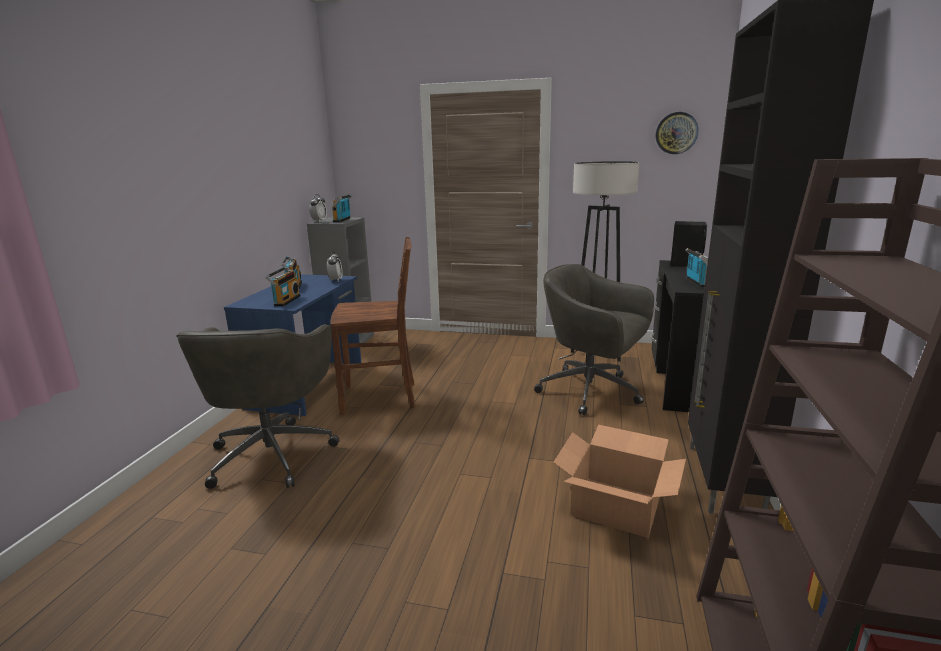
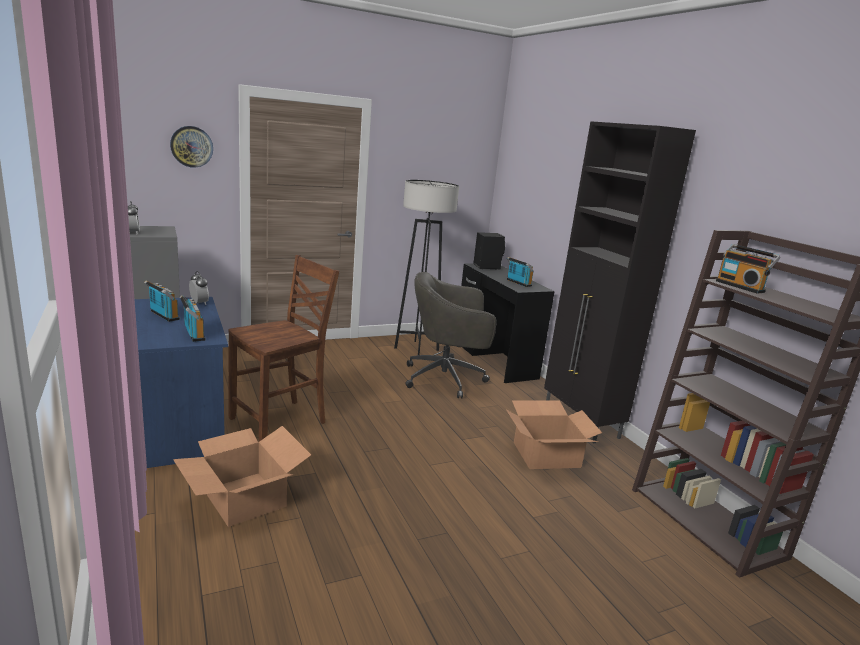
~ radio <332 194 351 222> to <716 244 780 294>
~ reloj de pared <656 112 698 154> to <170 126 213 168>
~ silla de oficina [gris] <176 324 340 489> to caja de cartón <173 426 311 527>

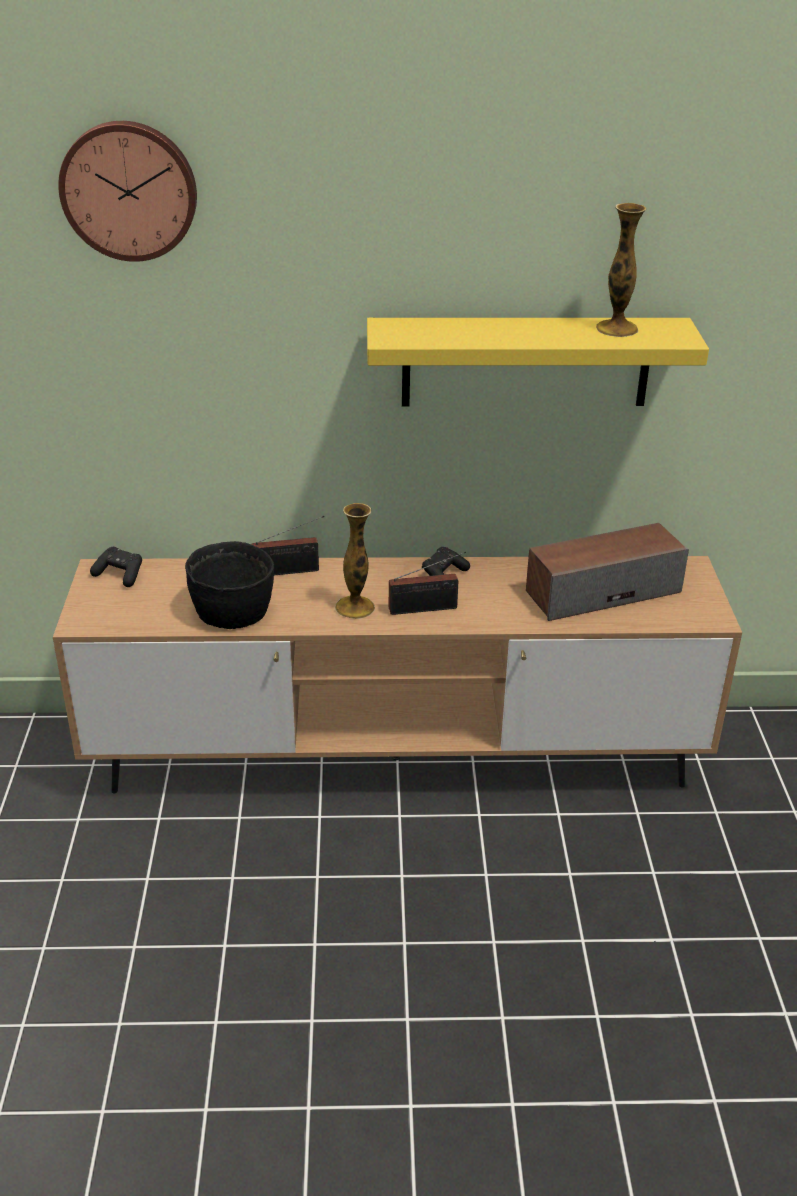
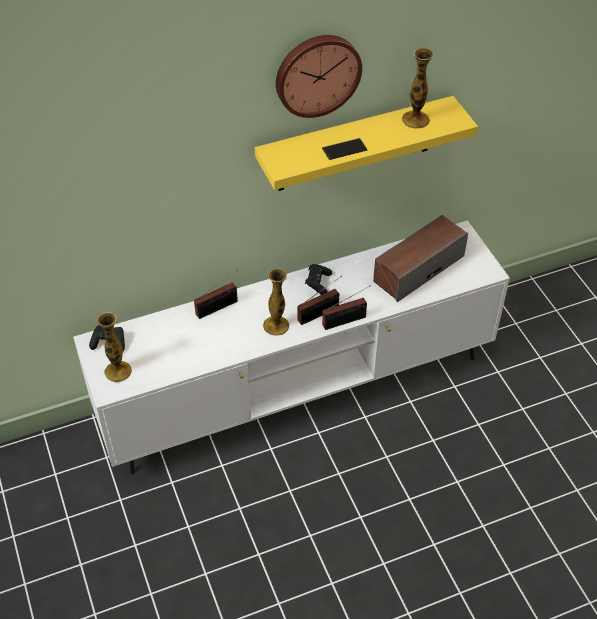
- cuenco [negro] <185 541 274 629>
+ florero <97 312 132 382>
+ móvil <322 138 367 160>
+ radio <322 285 371 330>
~ reloj de pared <58 121 197 262> to <276 35 362 118>
~ mueble de televisión [marrón] <53 556 742 794> to mueble de televisión [blanco] <73 220 510 474>

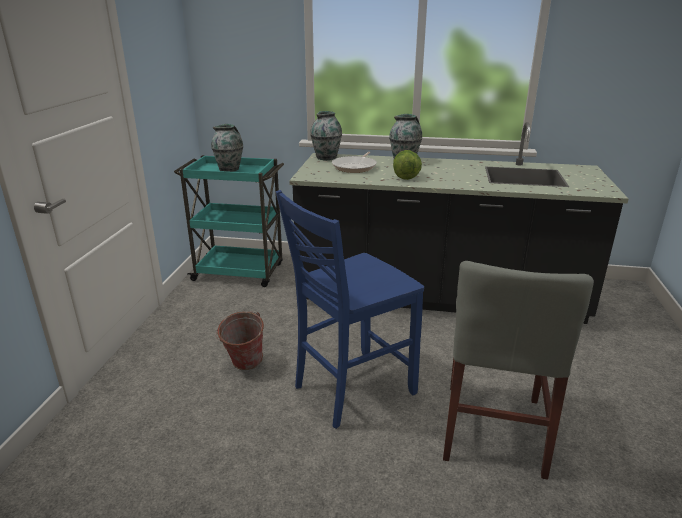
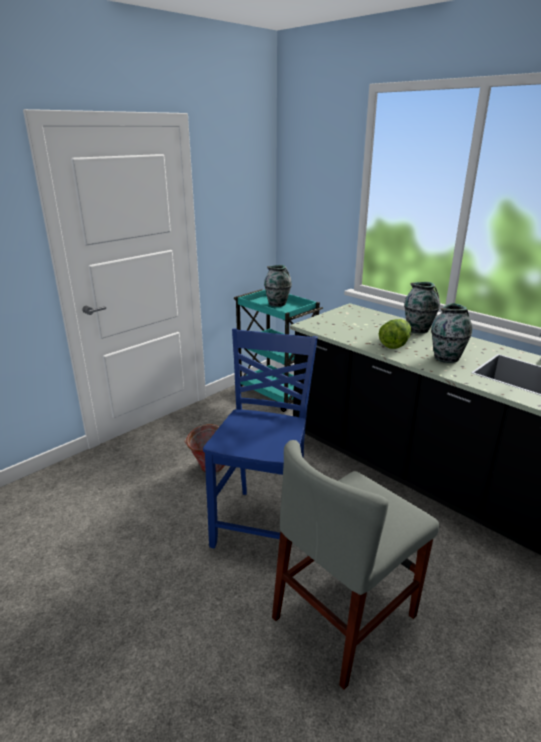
- sartén <332 152 377 173>
~ florero <310 111 342 160> to <431 303 472 363>
~ silla [azul] <276 190 424 429> = <203 328 318 548> 105 degrees clockwise

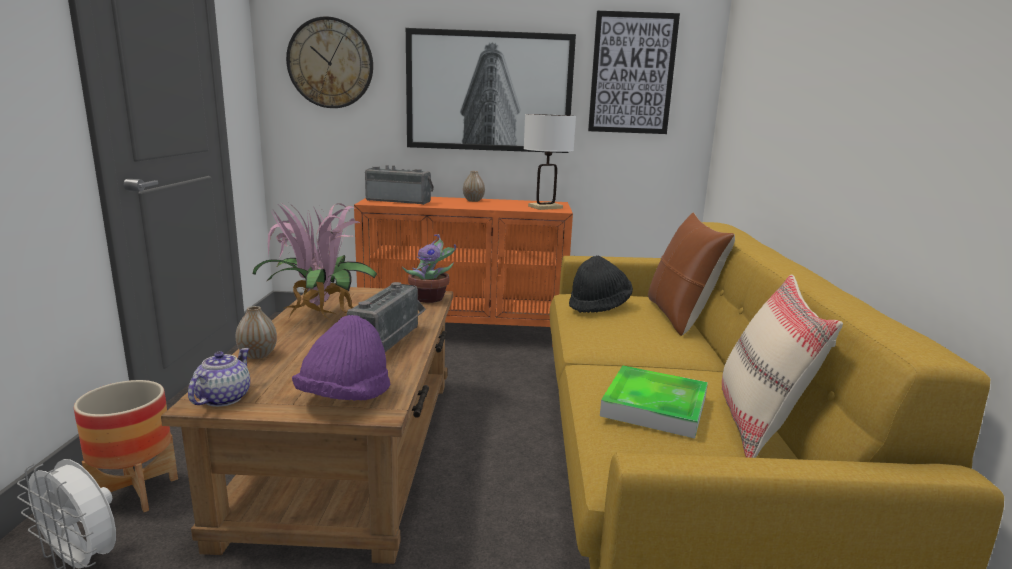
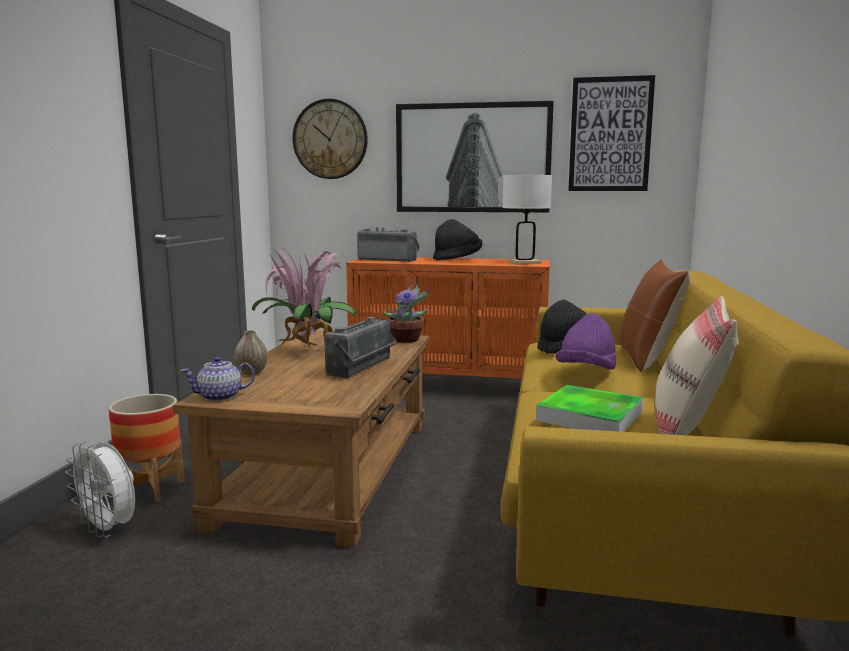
~ sombrero [morado] <292 315 390 401> to <555 313 616 370>
~ florero <463 171 485 202> to sombrero [negro] <433 219 482 260>
~ tetera <188 348 250 407> = <181 357 255 401> 135 degrees counterclockwise

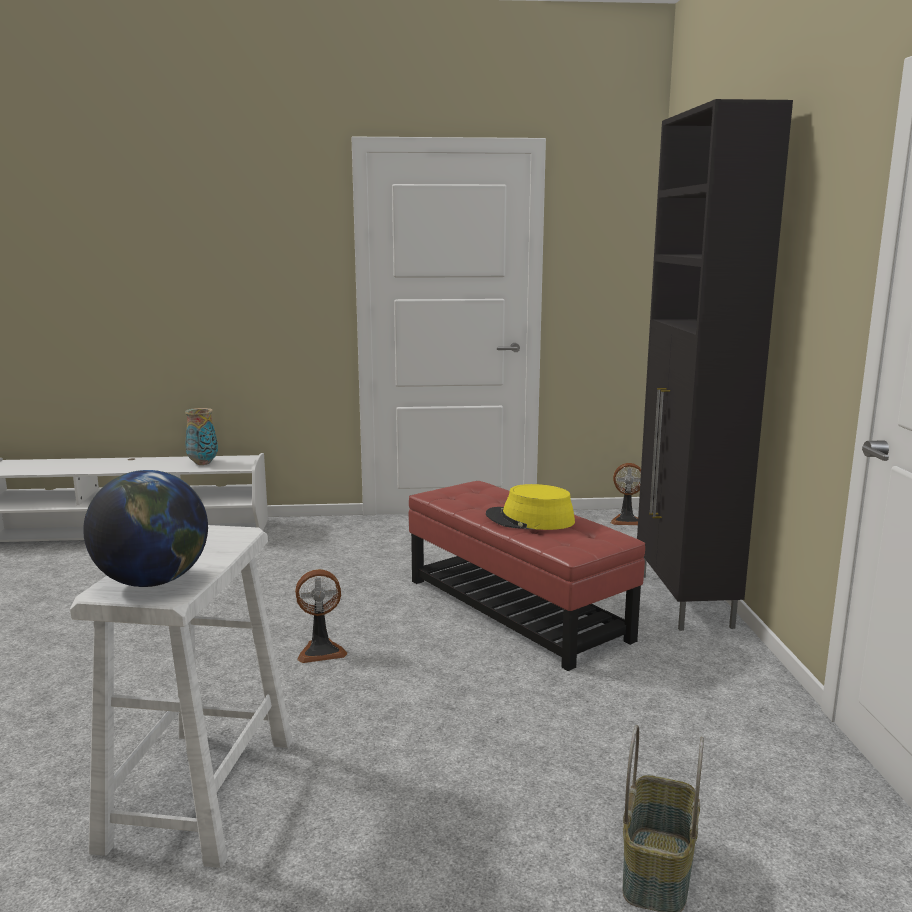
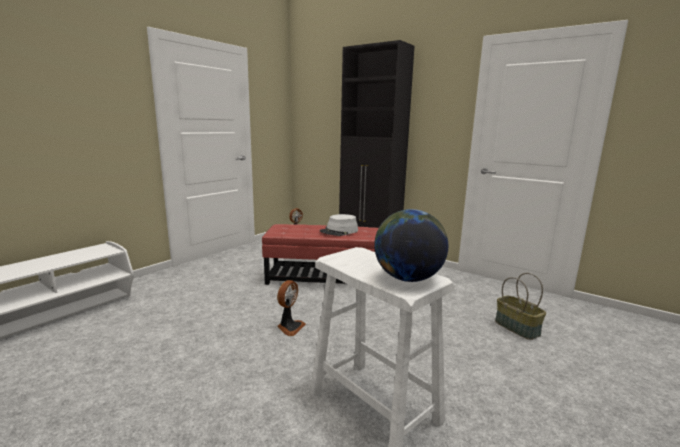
- florero <185 408 218 465>
~ sombrero [amarillo] <486 484 575 530> to sombrero [gris] <320 214 358 236>

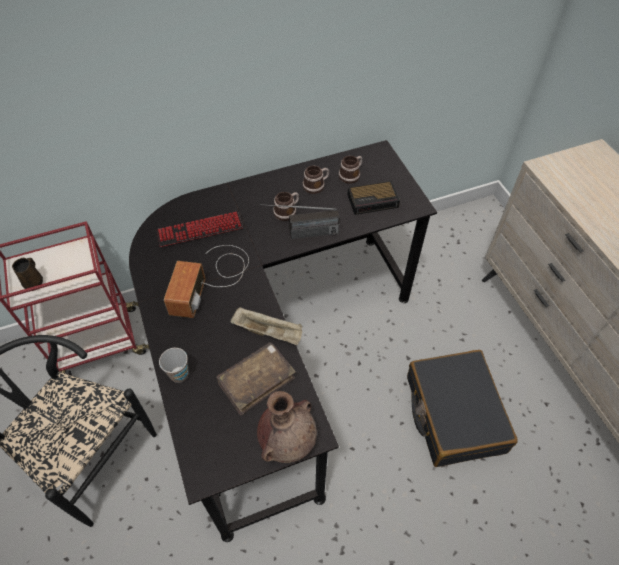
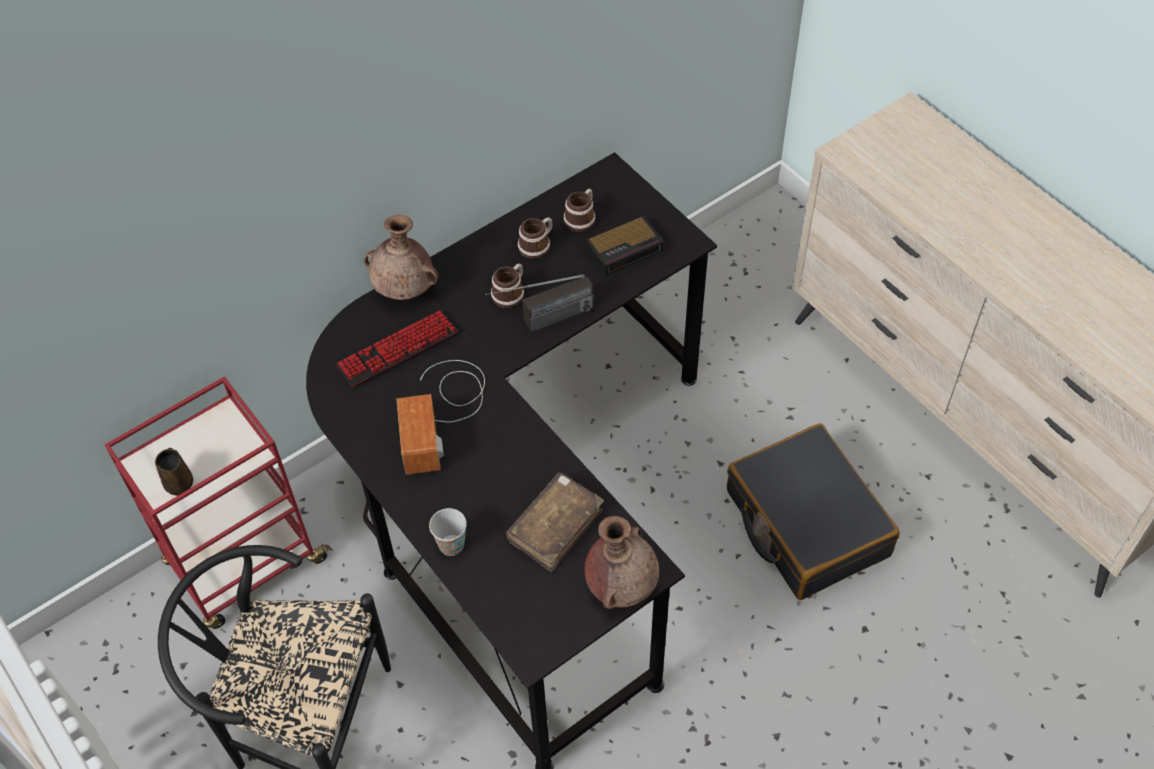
- bandeja [beis] <230 307 303 345>
+ florero [marrón] <364 215 439 300>

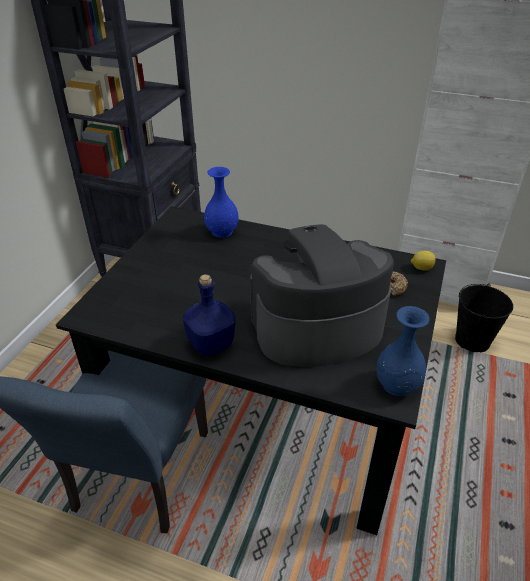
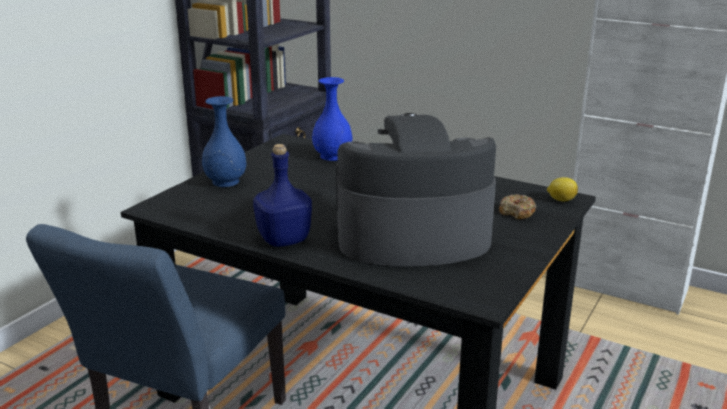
- cubo [negro] <455 284 513 352>
~ florero [azul] <376 306 430 396> to <202 96 246 187>

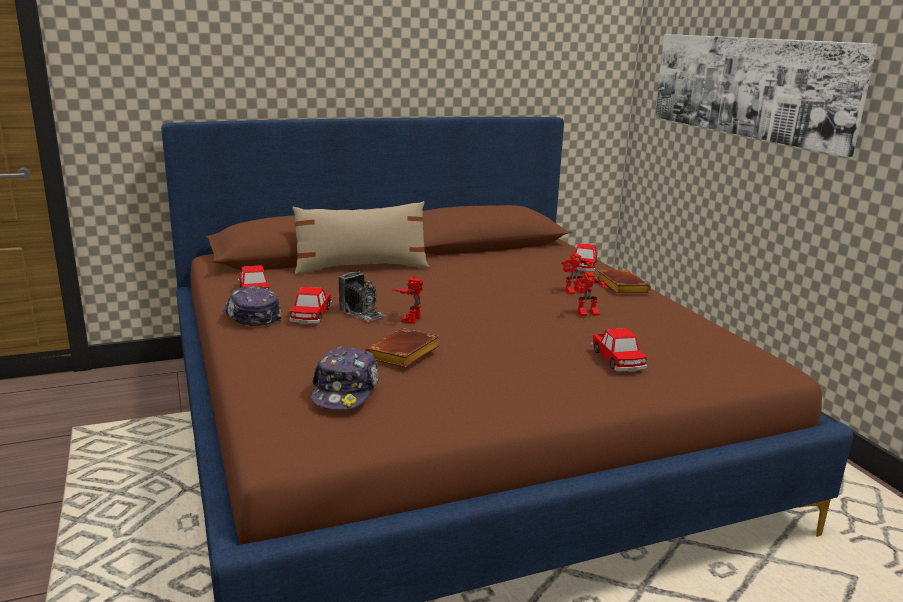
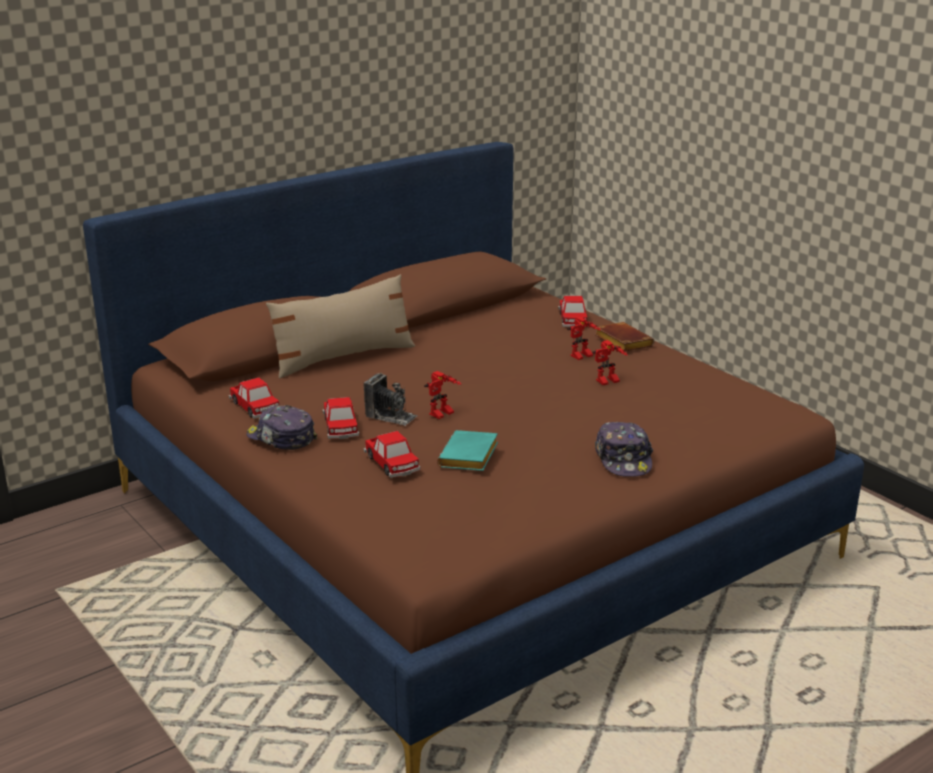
- cuadro <654 34 877 157>
~ gorra <311 346 379 410> to <595 422 653 477>
~ coche de juguete <590 328 647 372> to <364 431 421 478>
~ libro [marrón] <365 328 440 368> to libro [turquesa] <437 430 498 471>
~ robot de juguete <393 276 423 324> = <424 371 462 419> 135 degrees counterclockwise

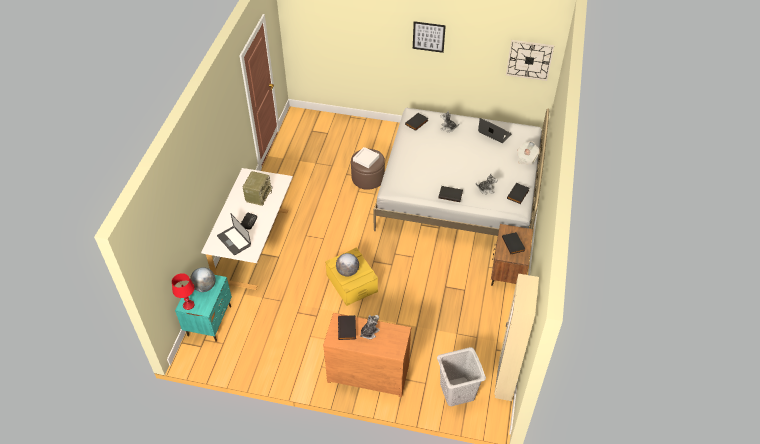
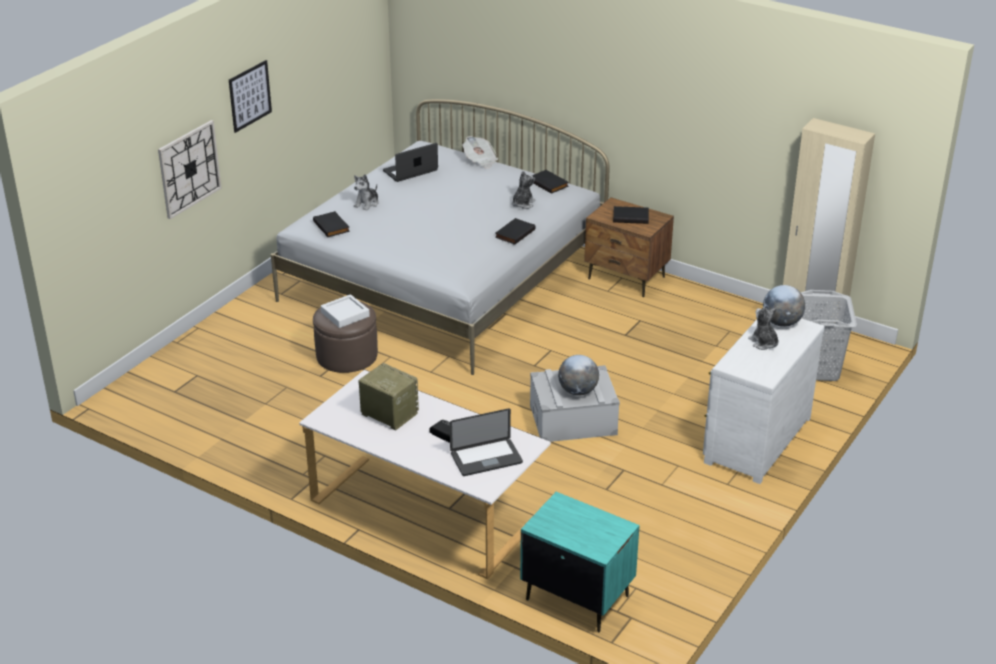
- lámpara de mesa [rojo] <172 273 194 310>
- libro [negro] <338 315 356 340>
~ globo terráqueo <190 267 216 292> to <763 285 805 327>
~ reloj de pared <506 40 554 81> to <158 120 222 219>
~ cómoda [marrón] <323 313 411 397> to cómoda [blanco] <703 319 825 484>
~ caja de almacenaje [amarillo] <325 247 378 306> to caja de almacenaje [gris] <530 365 620 442>

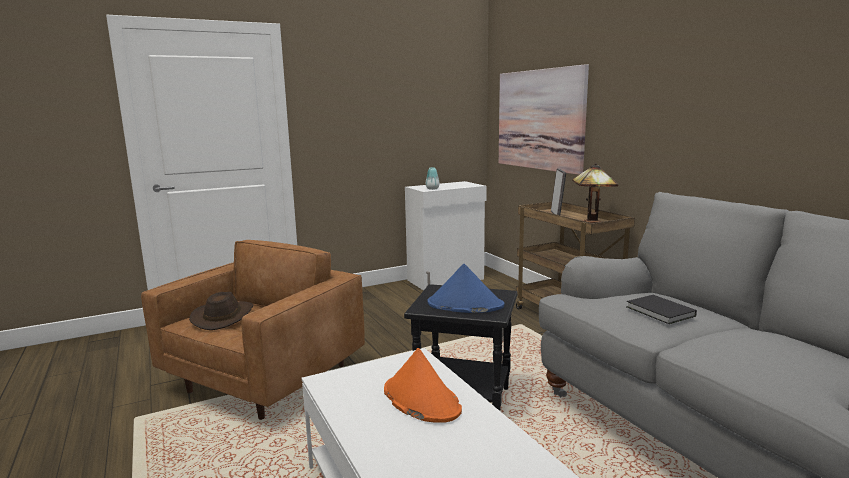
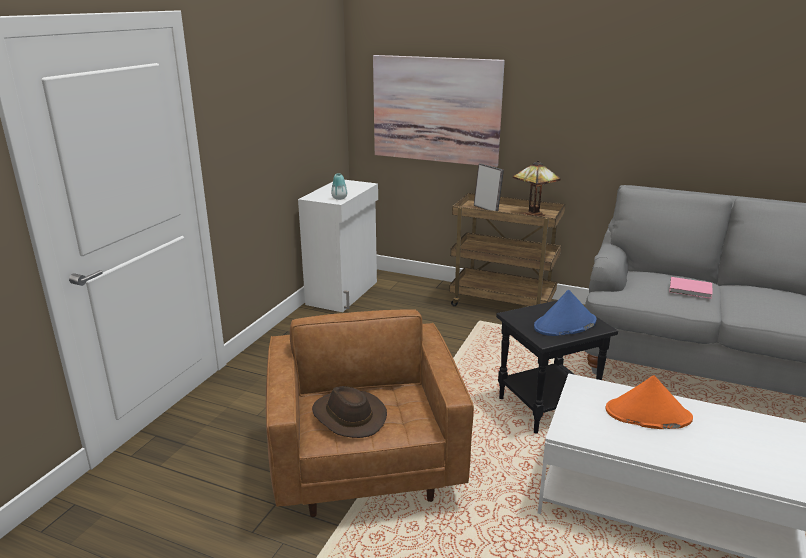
~ libro [negro] <626 295 697 324> to libro [rosa] <669 277 713 299>

